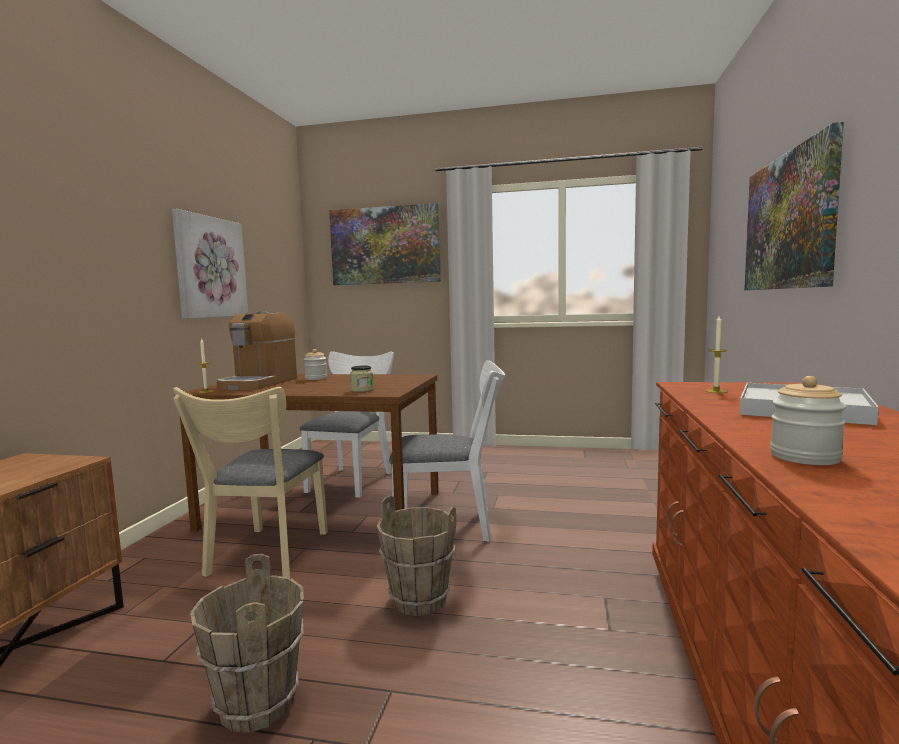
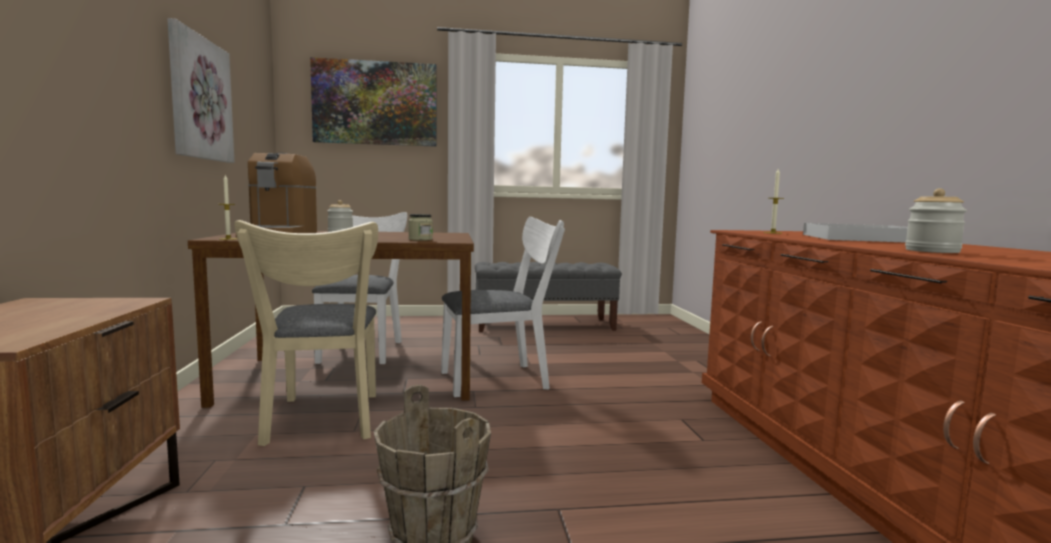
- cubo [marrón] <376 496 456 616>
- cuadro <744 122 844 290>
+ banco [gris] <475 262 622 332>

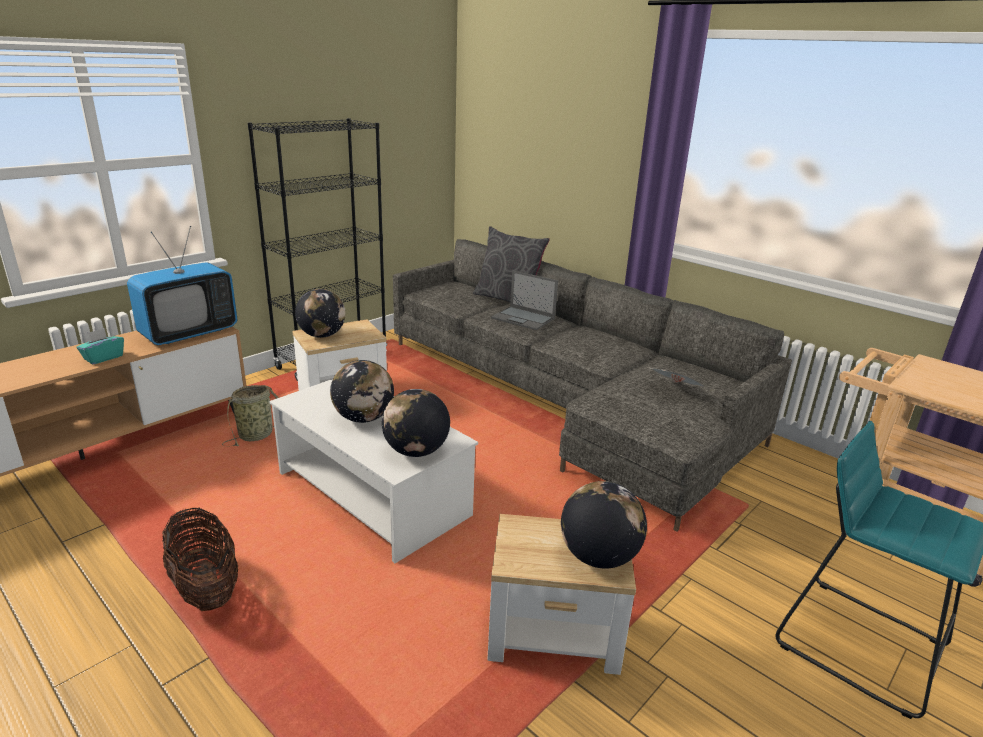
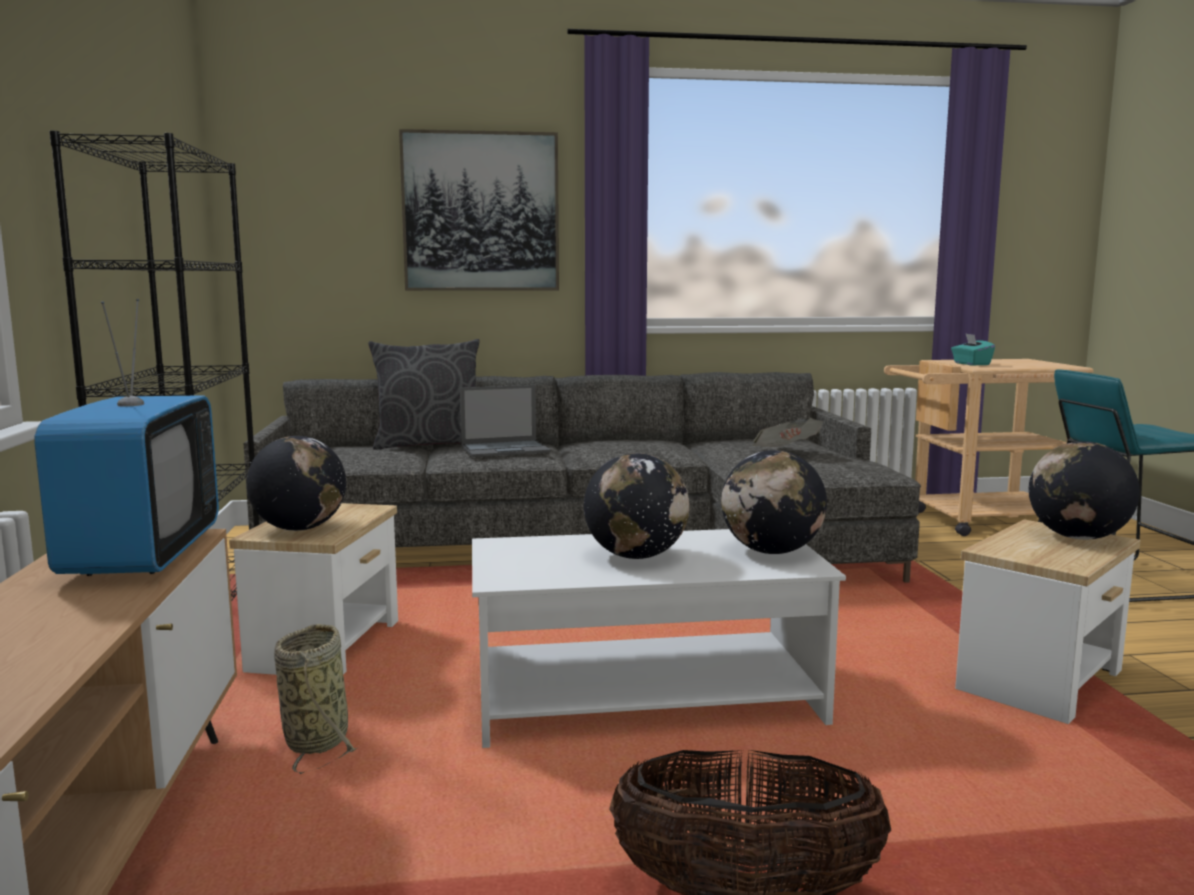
+ cuadro <399 129 559 291>
~ caja de pañuelos [turquesa] <77 328 124 365> to <951 333 995 365>

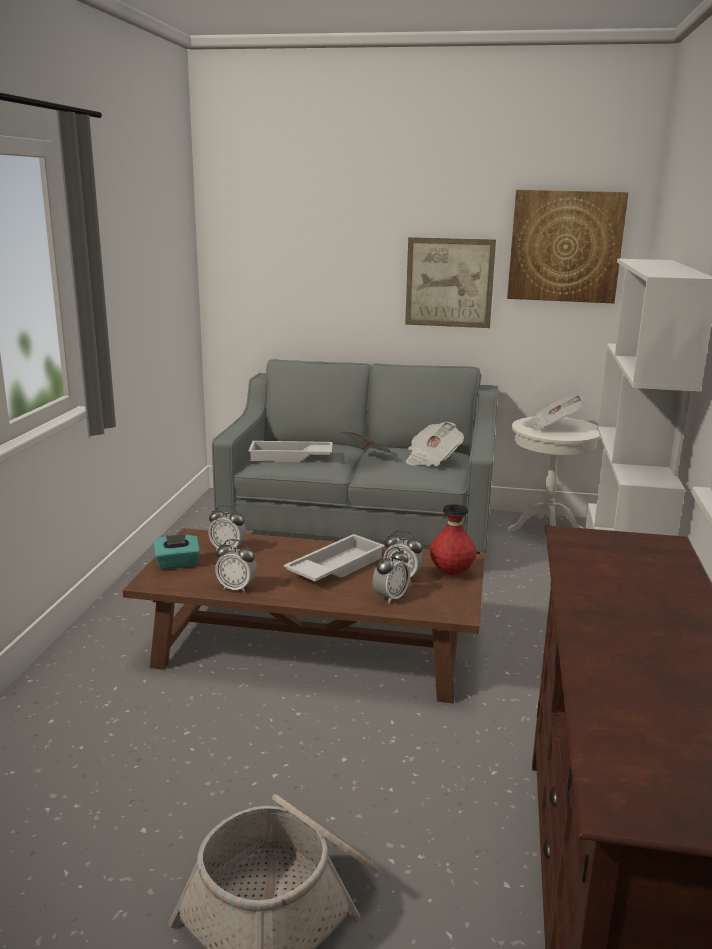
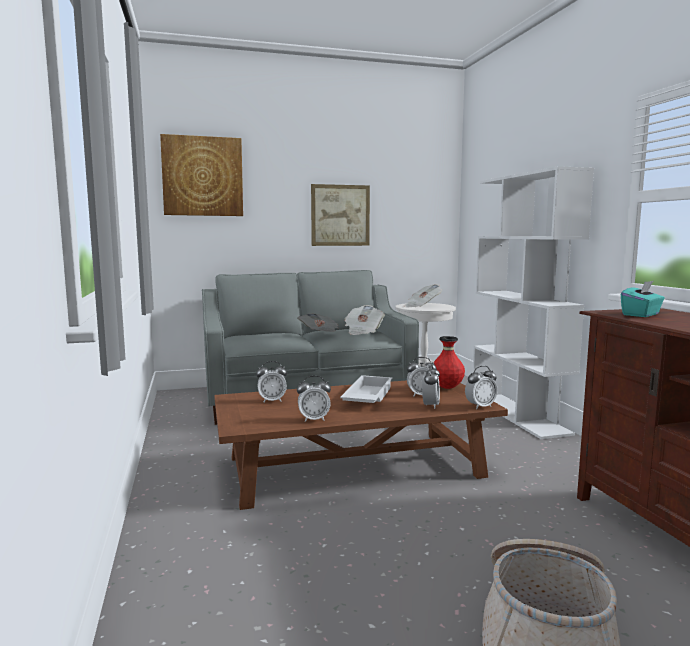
- bandeja [blanco] <248 441 333 462>
+ despertador <465 366 498 409>
~ caja de pañuelos [turquesa] <153 534 200 570> to <621 281 665 317>
~ cuadro <507 190 628 303> to <160 134 243 216>

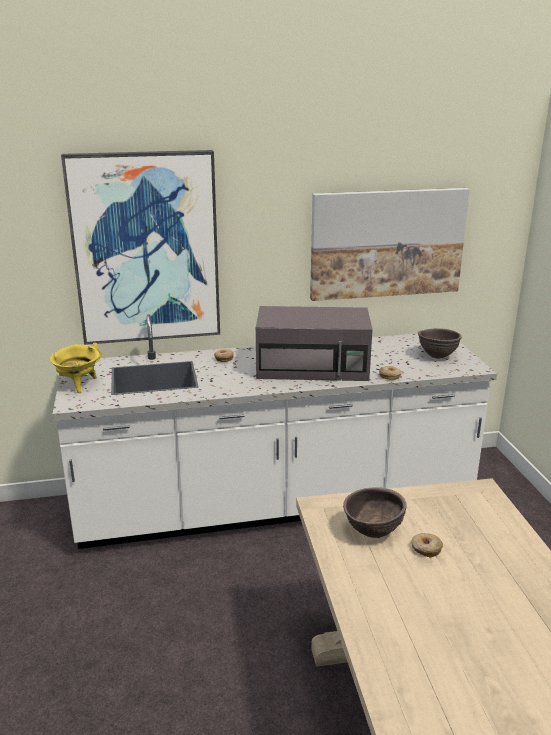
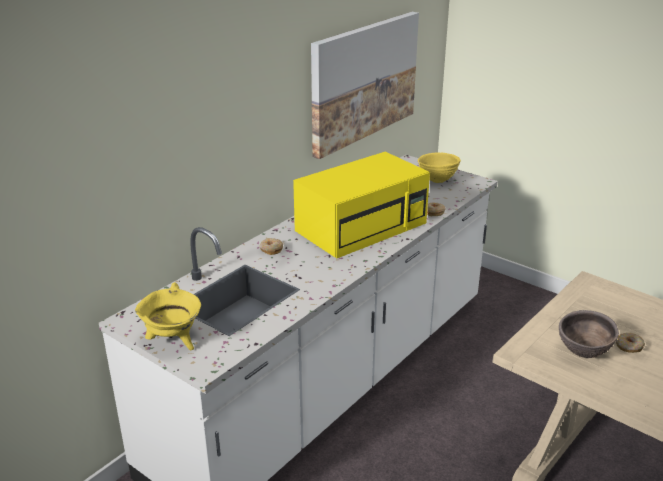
- cuadro <61 150 220 345>
~ microondas [gris] <256 306 373 381> to microondas [amarillo] <293 152 430 258>
~ cuenco [marrón] <418 328 462 359> to cuenco [amarillo] <418 153 461 183>

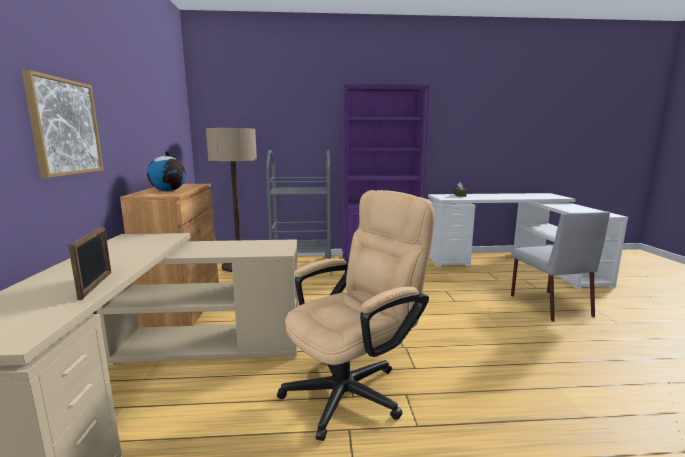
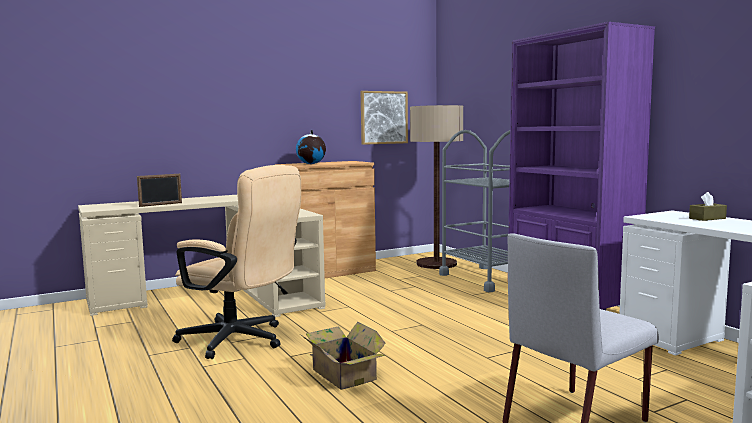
+ caja de cartón <300 322 386 390>
~ cuadro <21 70 104 178> to <361 91 408 145>

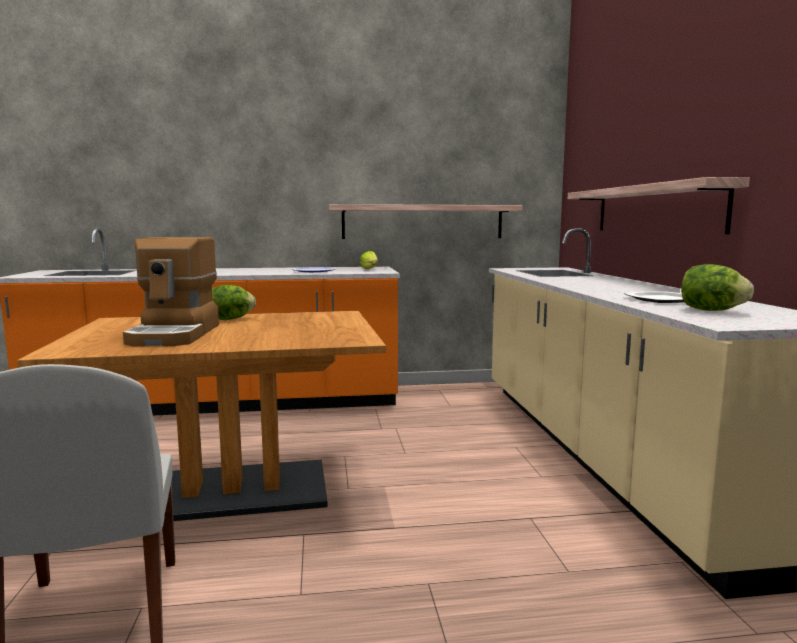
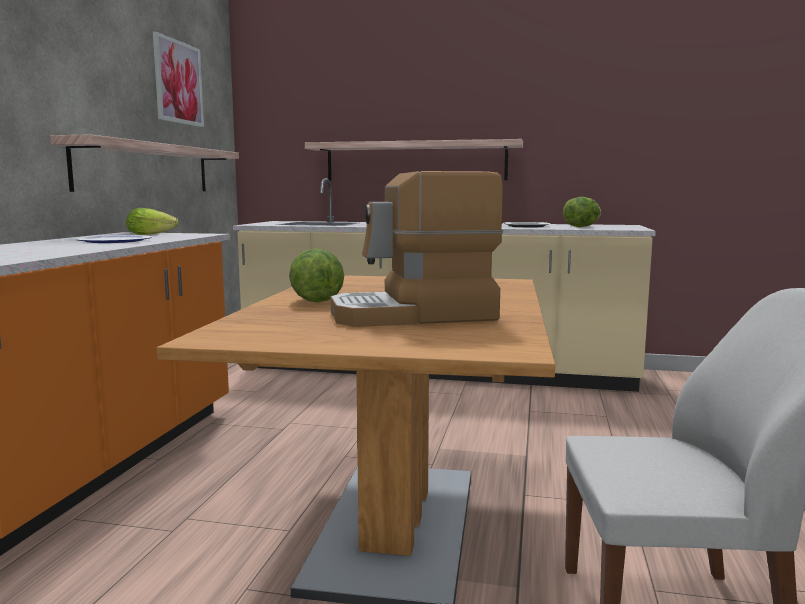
+ cuadro <153 32 204 127>
~ cafetera <123 237 219 347> = <330 171 503 327> 150 degrees clockwise

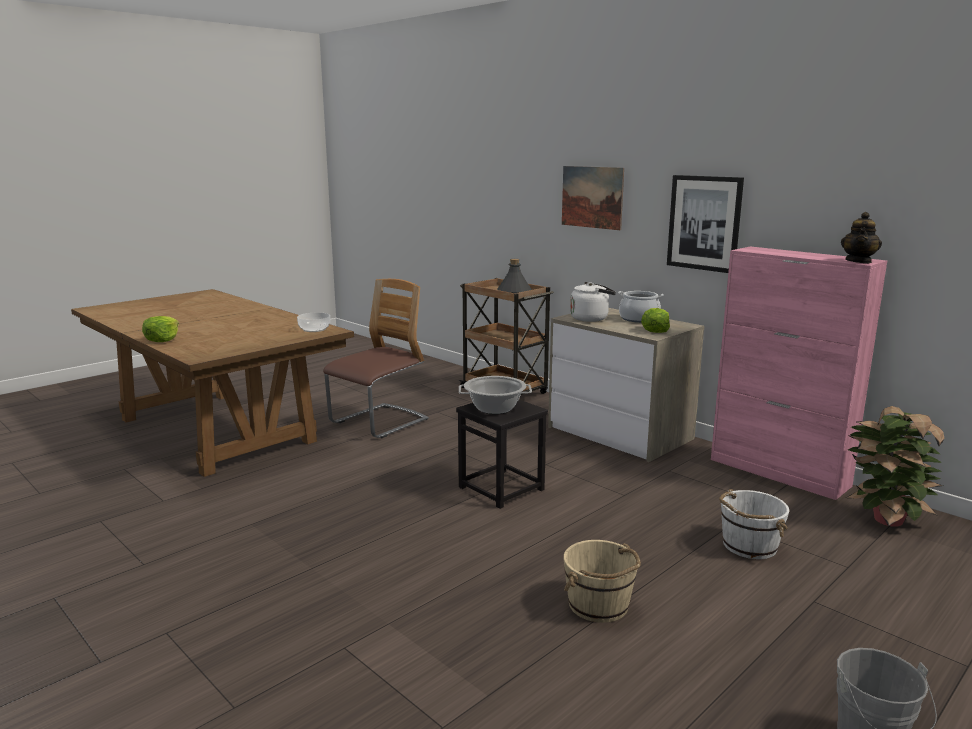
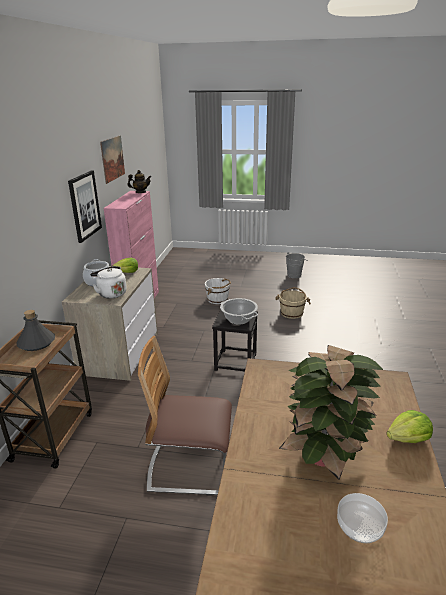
~ cuenco <297 313 330 332> to <337 493 388 543>
~ cuadro <562 166 624 230> to <100 135 125 184>
~ planta en maceta <846 406 944 527> to <279 345 384 480>

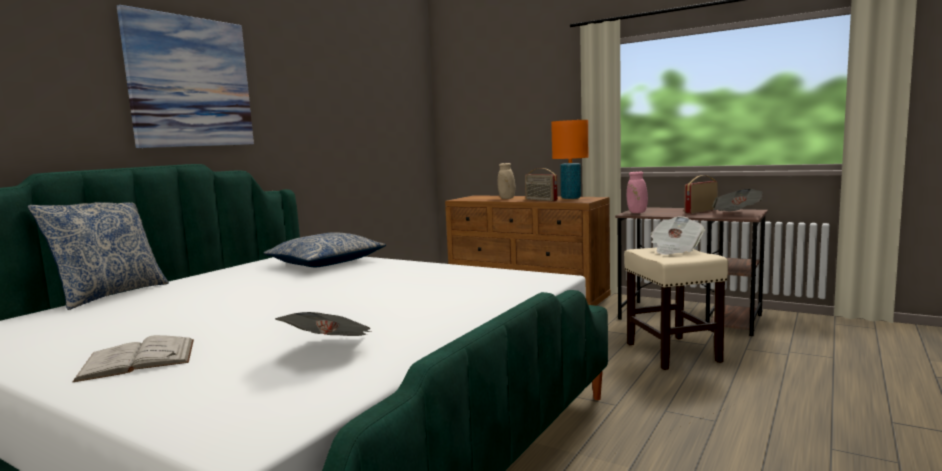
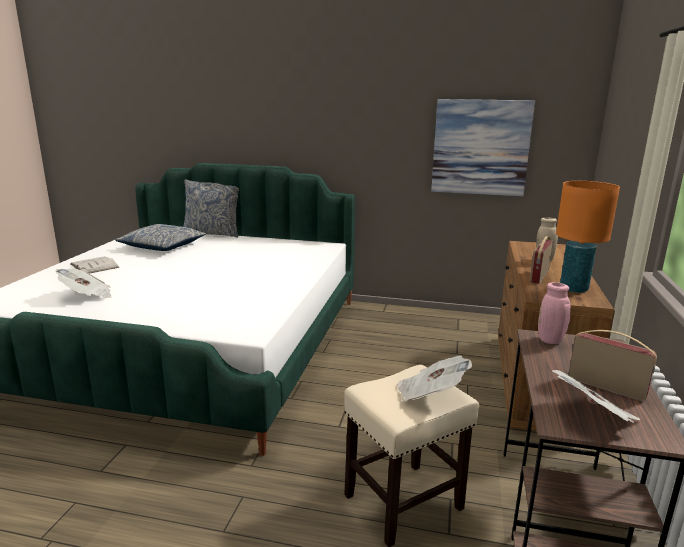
~ cuadro <117 5 254 148> to <431 99 535 196>
~ cojín <264 232 386 267> to <115 224 206 251>

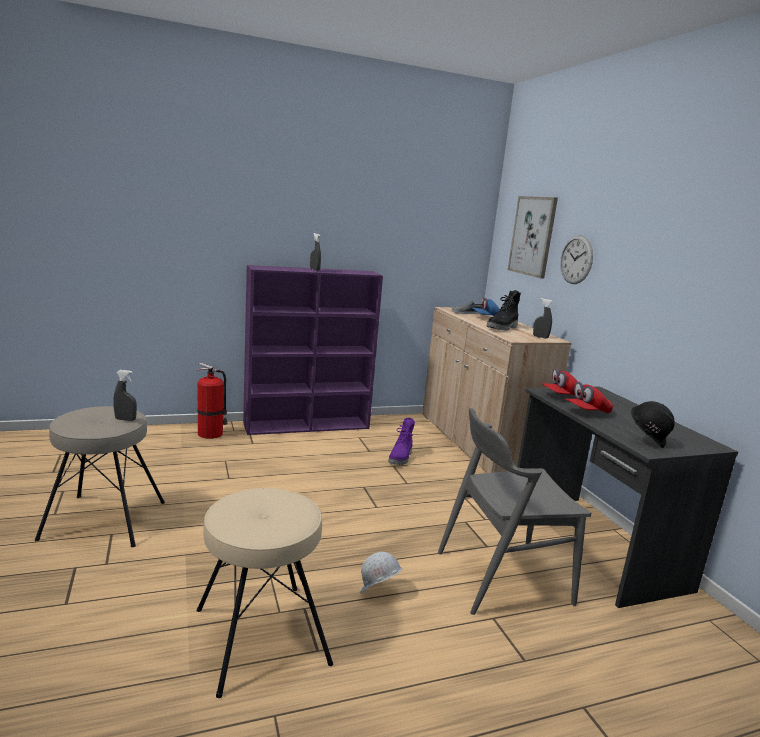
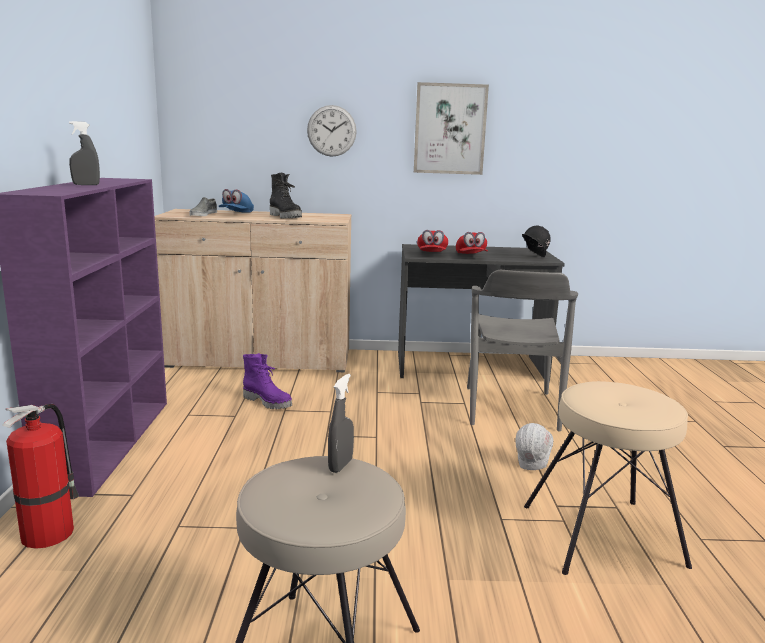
- pulverizador [gris] <533 298 552 339>
~ cuadro <508 196 558 279> to <414 82 489 175>

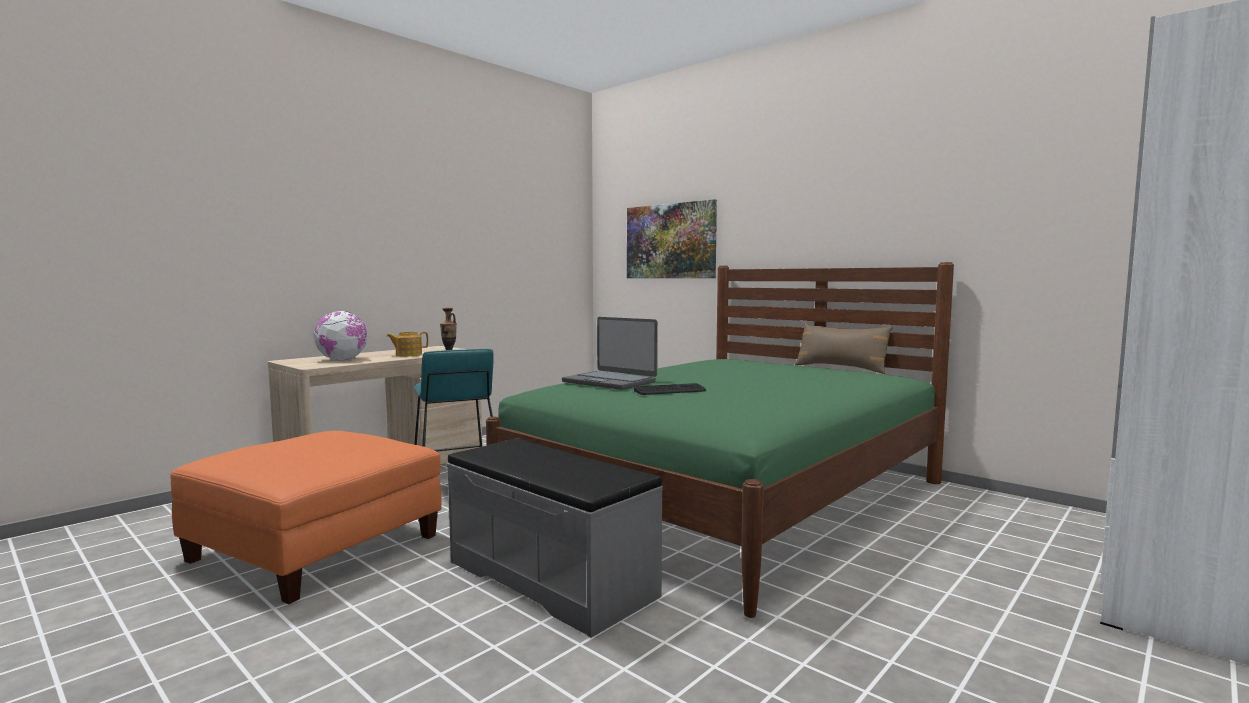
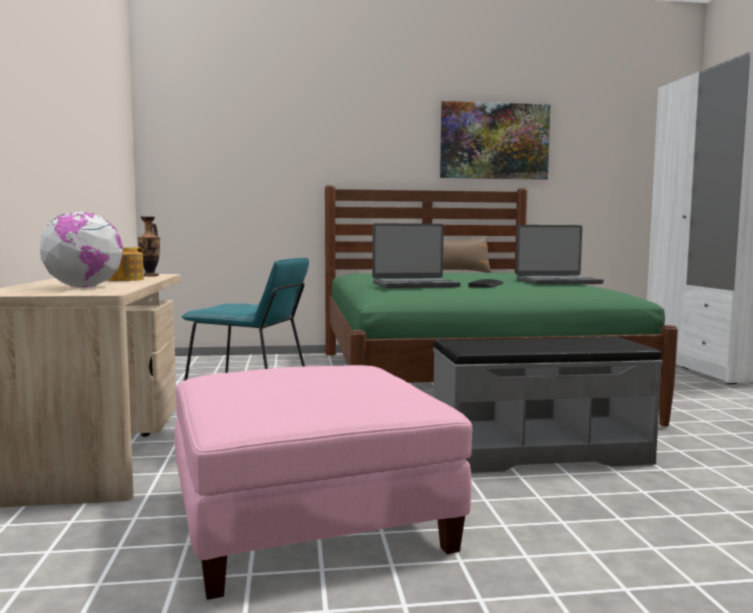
+ portátil <516 225 604 284>
~ cuadro <627 199 717 278> to <440 101 550 180>
~ puf [naranja] <170 431 442 604> to puf [rosa] <175 365 472 600>

